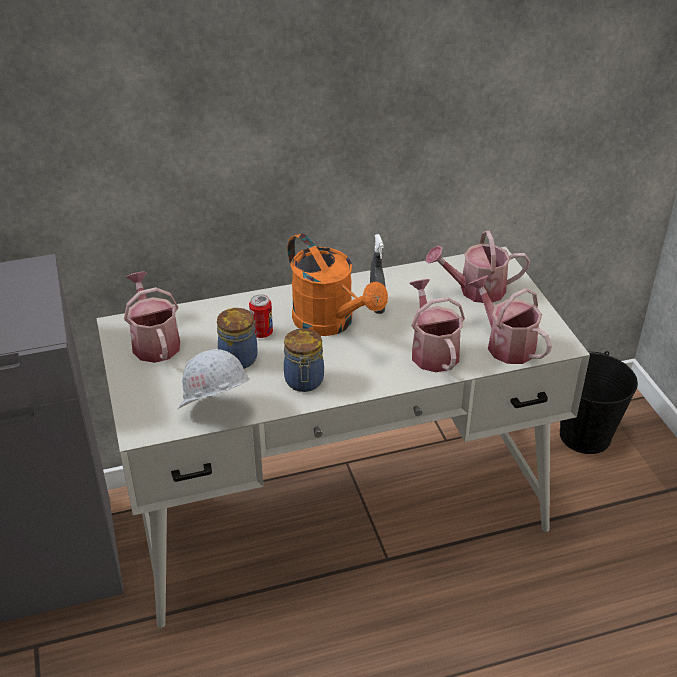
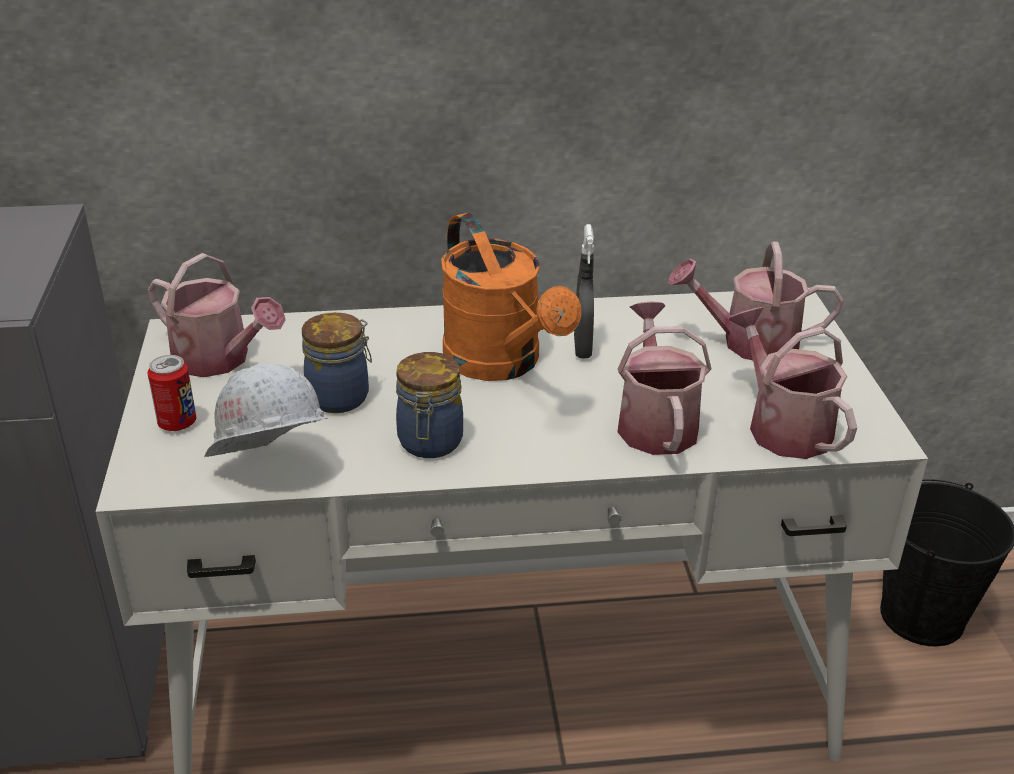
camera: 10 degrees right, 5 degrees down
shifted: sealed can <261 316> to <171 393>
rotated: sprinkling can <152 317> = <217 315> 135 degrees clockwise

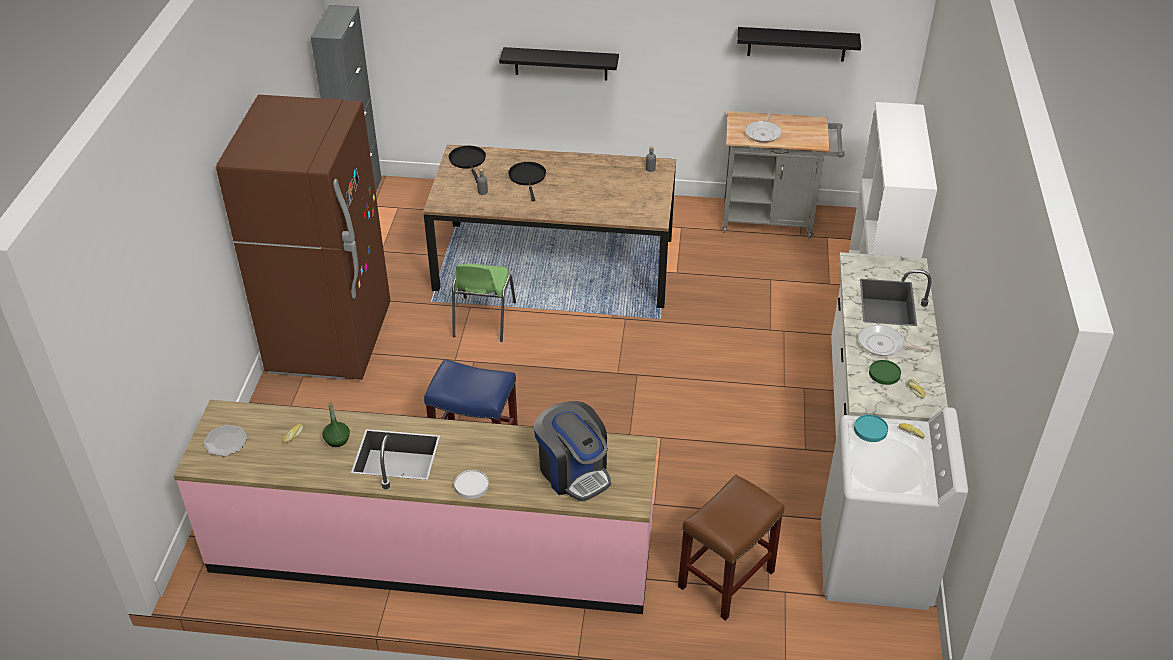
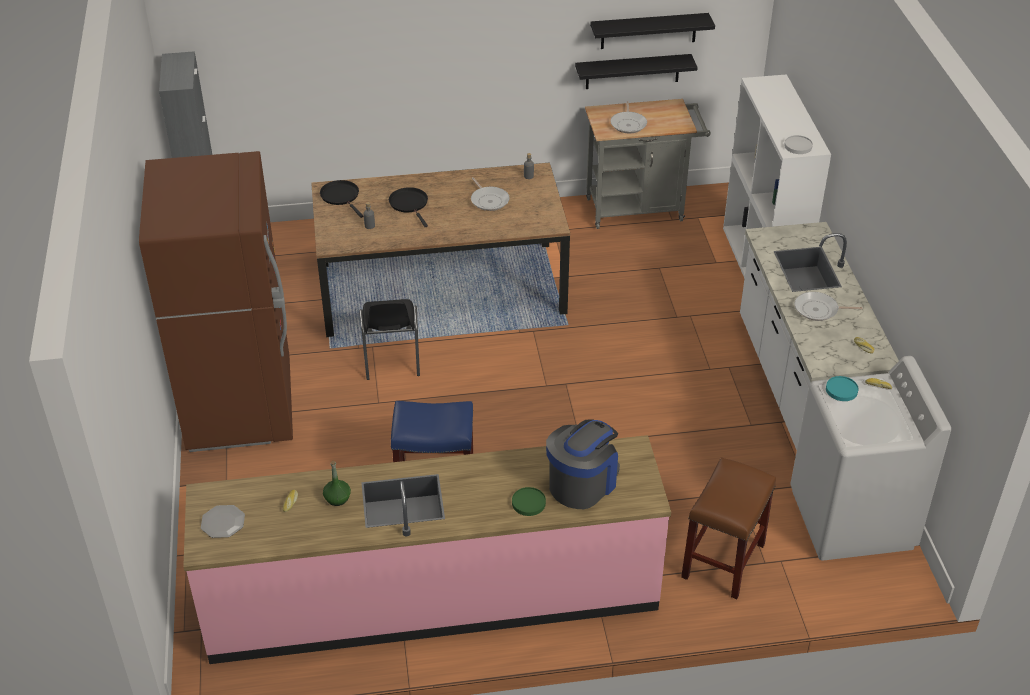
camera: 15 degrees left, 0 degrees up
new: frying pan <490 194>
shifted: flat dish in whitish <471 484> to <798 144>; shelf in black-coloured <559 63> to <636 71>; flat dish in green <885 372> to <529 501>
repainted: chair in green <484 303> to chair in black-coloured <390 339>
rotated: coffee maker <572 451> = <583 464> 90 degrees counterclockwise

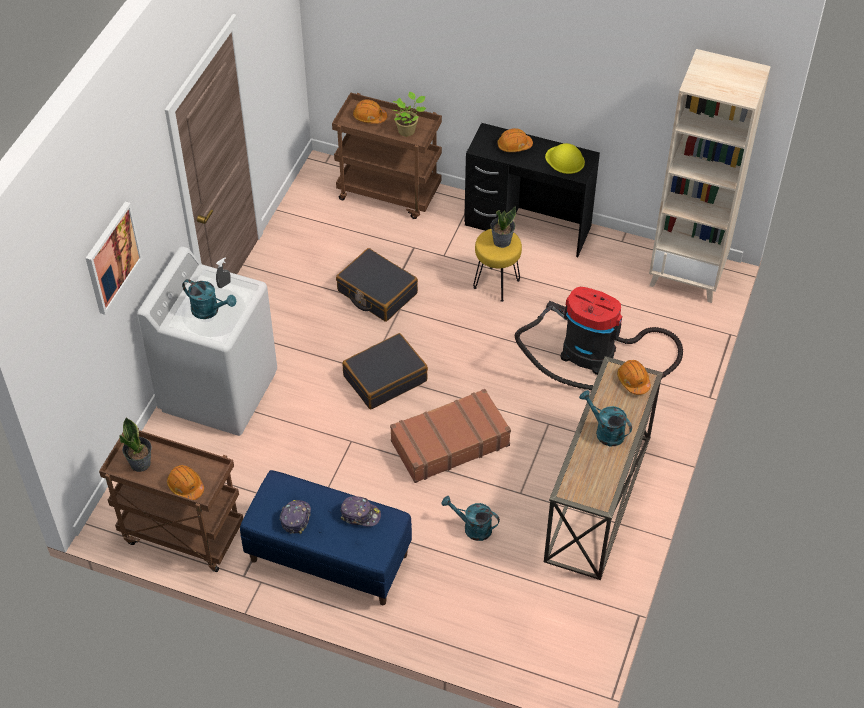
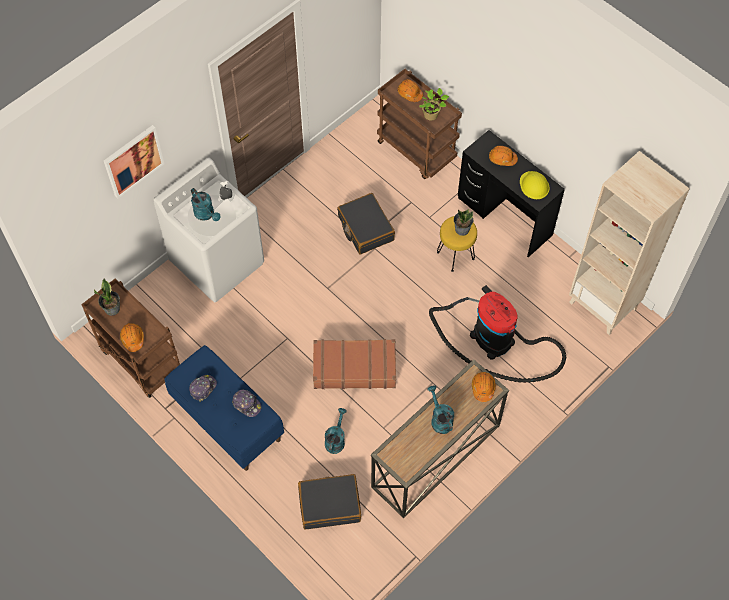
camera: 25 degrees right, 10 degrees up
shifted: piece of luggage in black-coloured <385 371> to <329 502>
rotated: sprinkling can in blue-green <470 518> = <336 431> 60 degrees clockwise

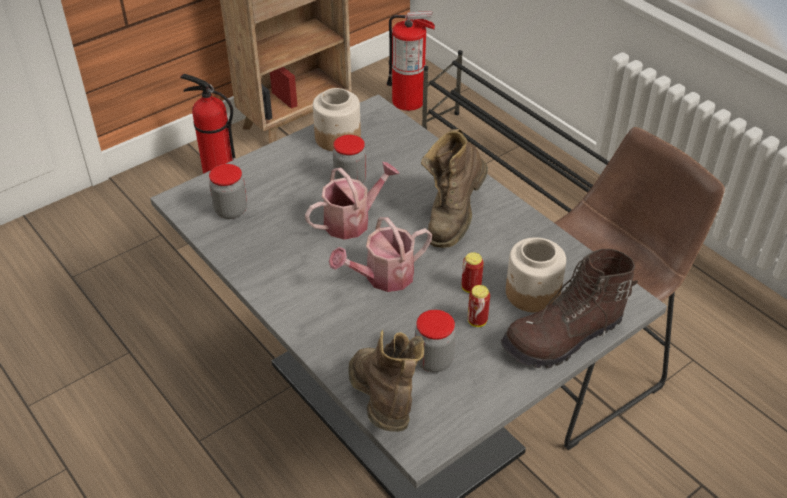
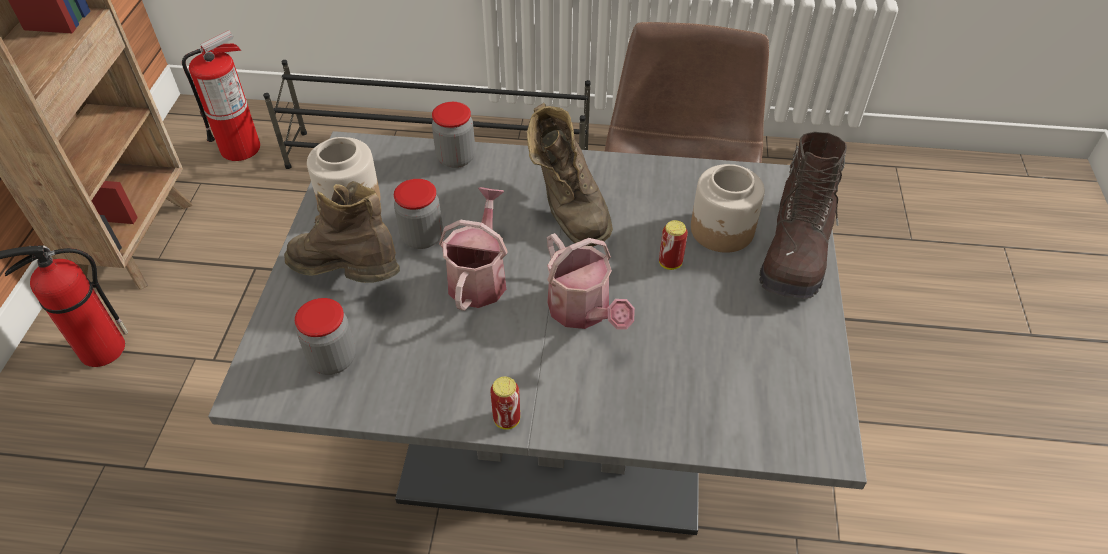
camera: 45 degrees left, 5 degrees up
shifted: boot in brown <386 381> to <342 232>; preserve jar <435 341> to <453 135>; sealed can <479 306> to <505 403>
rotated: sprinkling can <380 254> = <591 281> 45 degrees counterclockwise

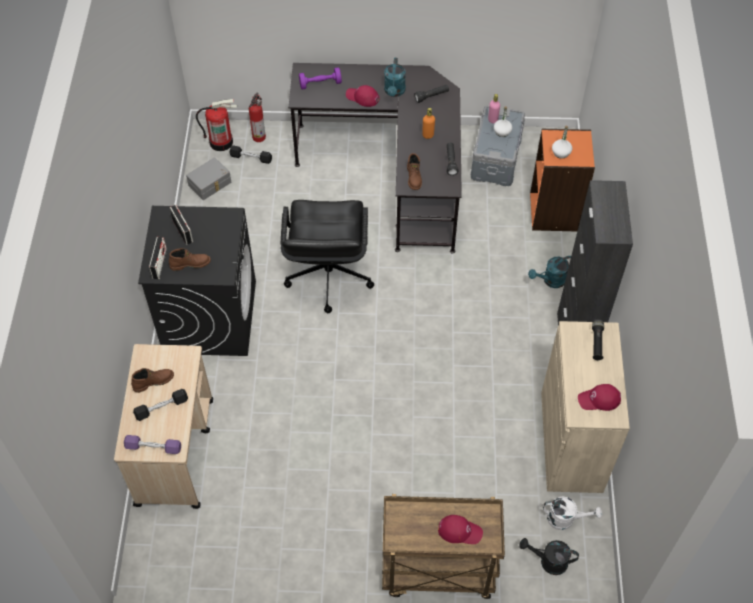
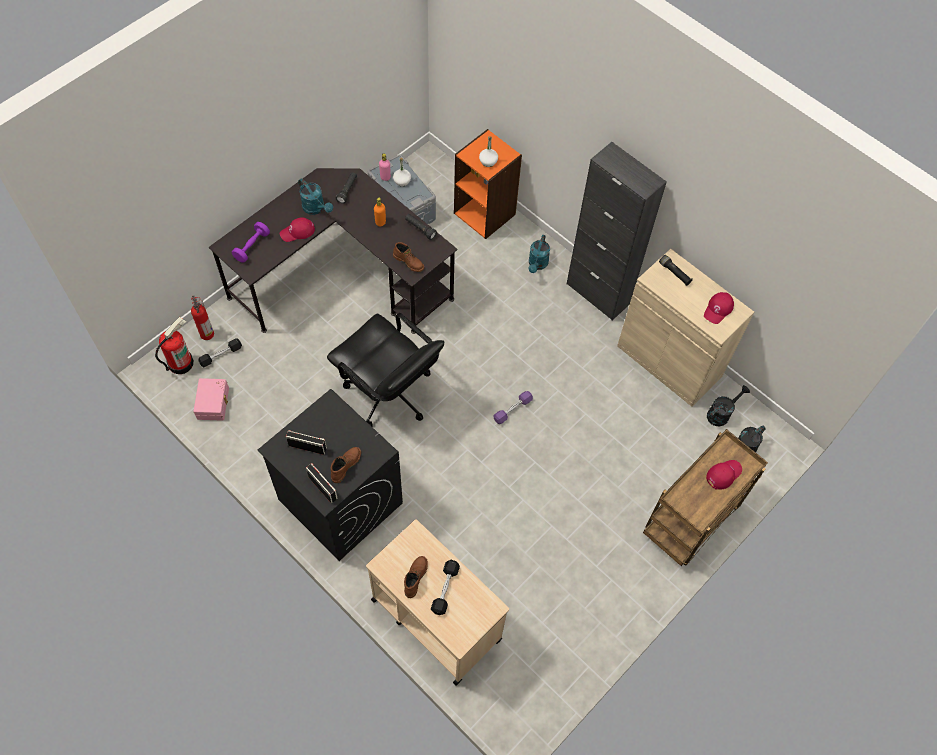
camera: 50 degrees left, 5 degrees up
shifted: free weight in purplish <152 444> to <513 407>
repainted: storage bin in gray <208 178> to storage bin in pink-coloured <211 399>; sprinkling can in whitish <572 513> to sprinkling can in black-coloured <728 406>

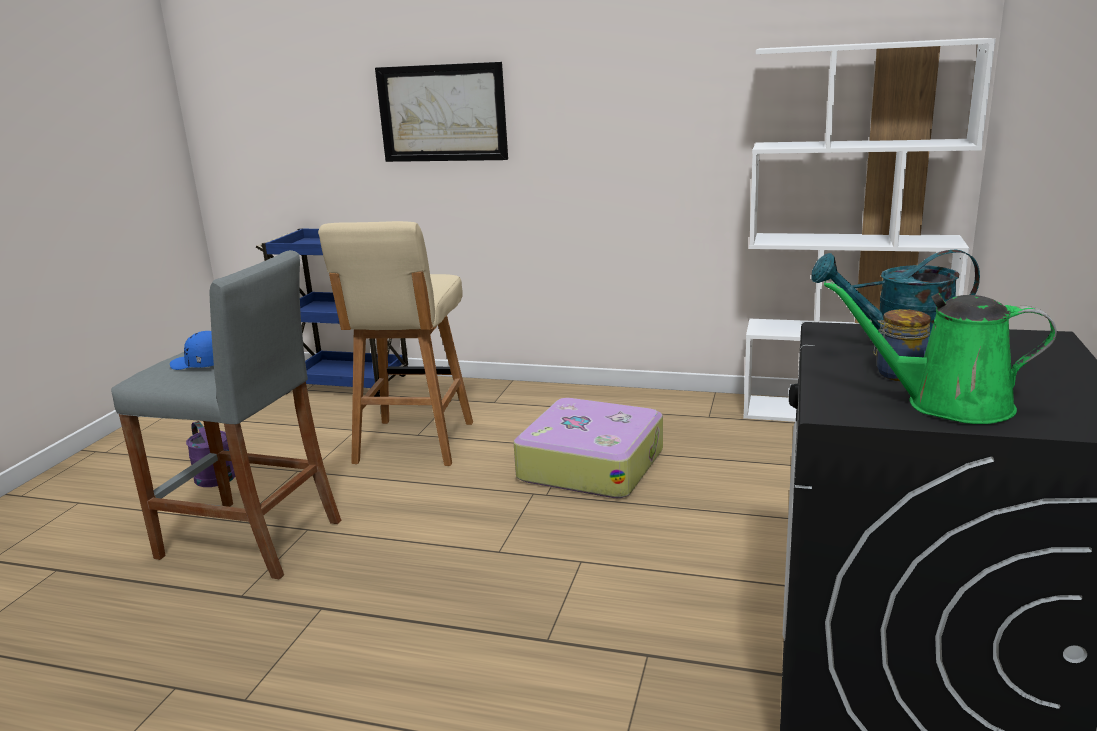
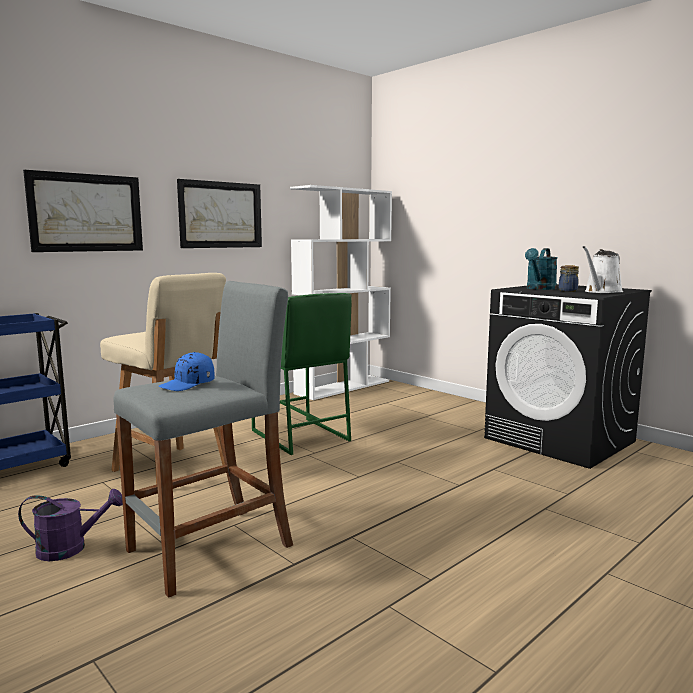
camera: 60 degrees left, 10 degrees down
new: wall art <219 213>
swapped: piece of luggage <588 448> to stool in green <302 374>
repainted: sprinkling can in green <940 352> to sprinkling can in whitish <602 269>

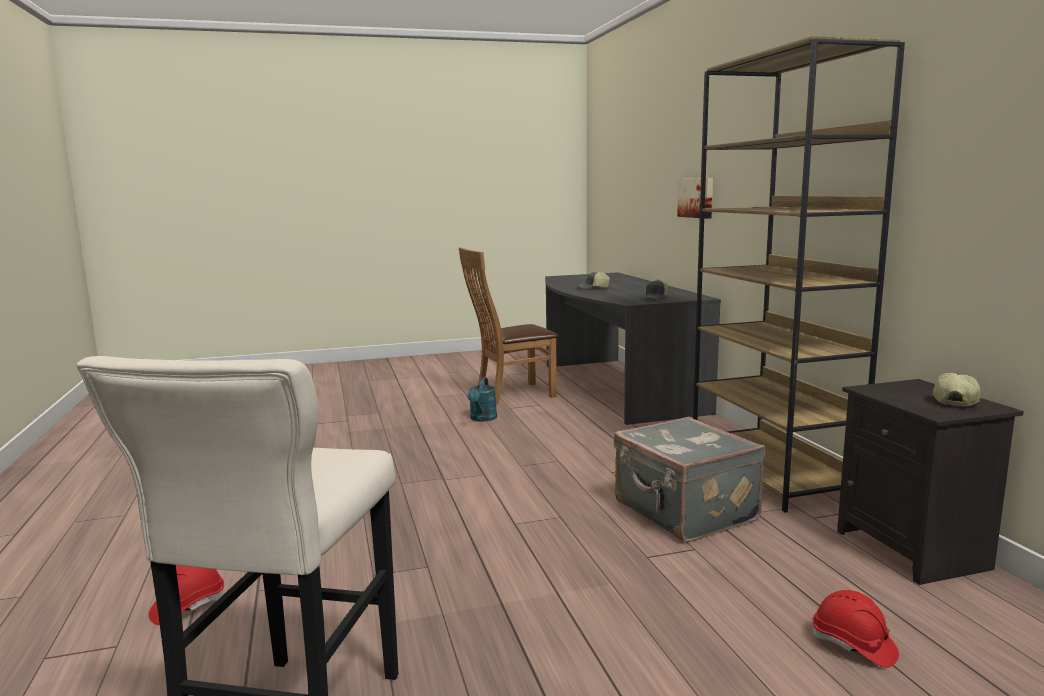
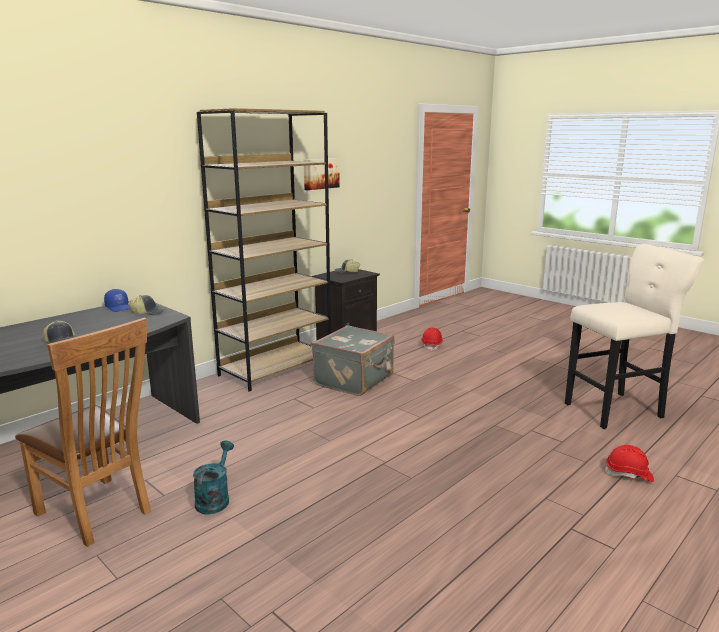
camera: 120 degrees left, 5 degrees up
new: cap in blue-coloured <117 300>
shifted: wall art <695 198> to <322 174>
rotated: sprinkling can in blue-green <482 399> = <213 478> 60 degrees counterclockwise

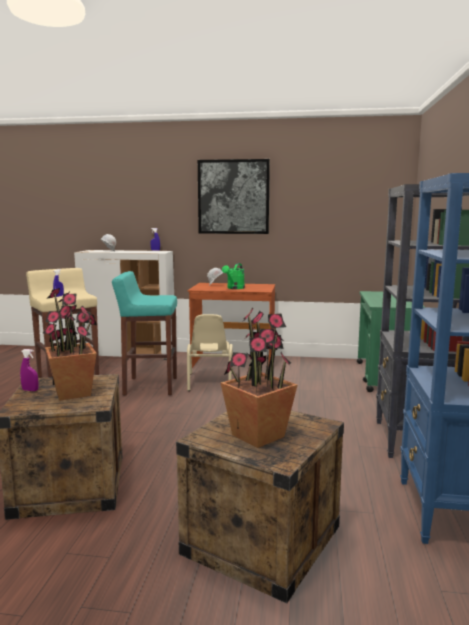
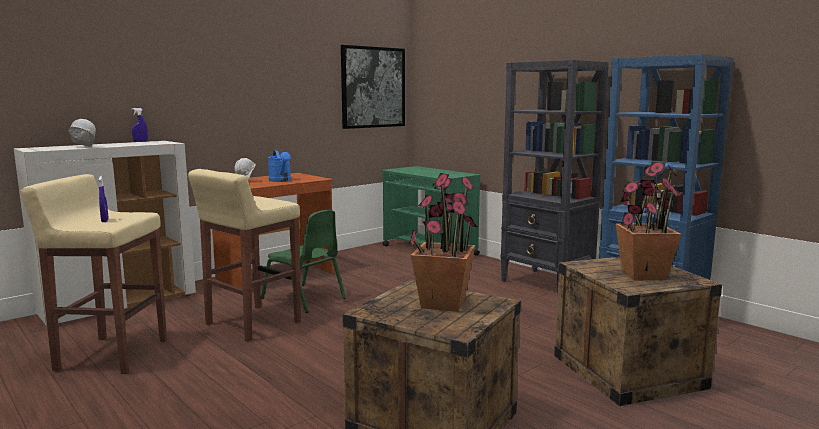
camera: 50 degrees left, 0 degrees up
gone: spray bottle in purplish <29 370>
shifted: wall art <234 196> to <373 87>
repainted: stool in blue-green <144 333> to stool in sand-coloured <244 255>; chair in sand-coloured <210 352> to chair in green <303 261>; sprinkling can in green <233 276> to sprinkling can in blue-coloured <279 165>

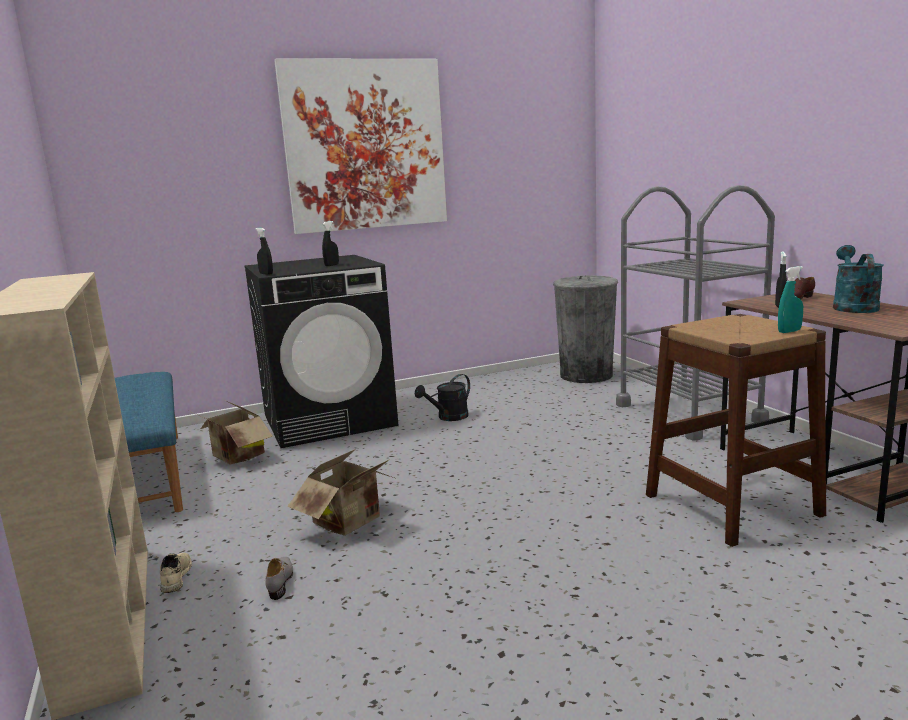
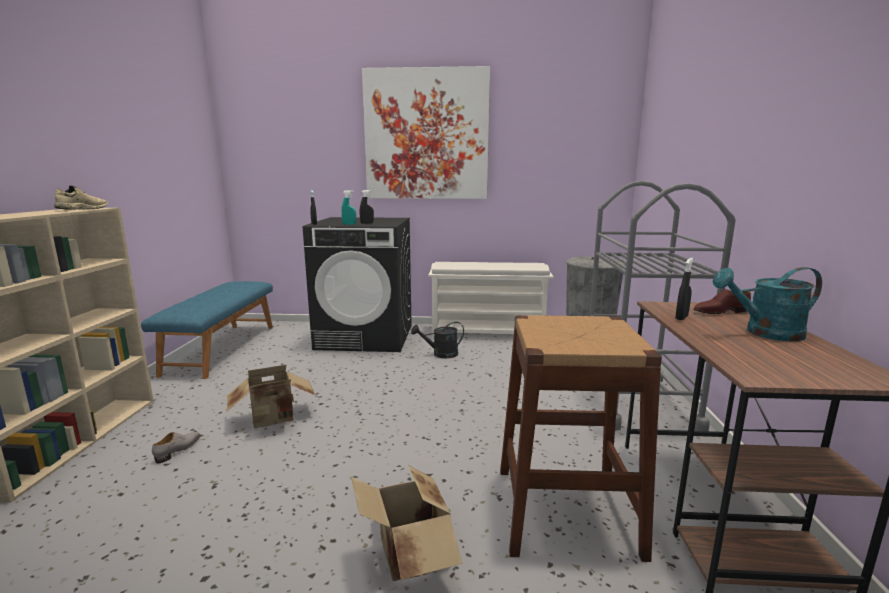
camera: 25 degrees right, 0 degrees up
new: shoe stand in whitish <491 300>
shifted: shoe in sand-coloured <176 573> to <81 197>; packing box <233 433> to <407 523>; spray bottle in blue-green <790 299> to <348 207>
rotated: sprinkling can in blue-green <858 279> = <767 304> 135 degrees counterclockwise

